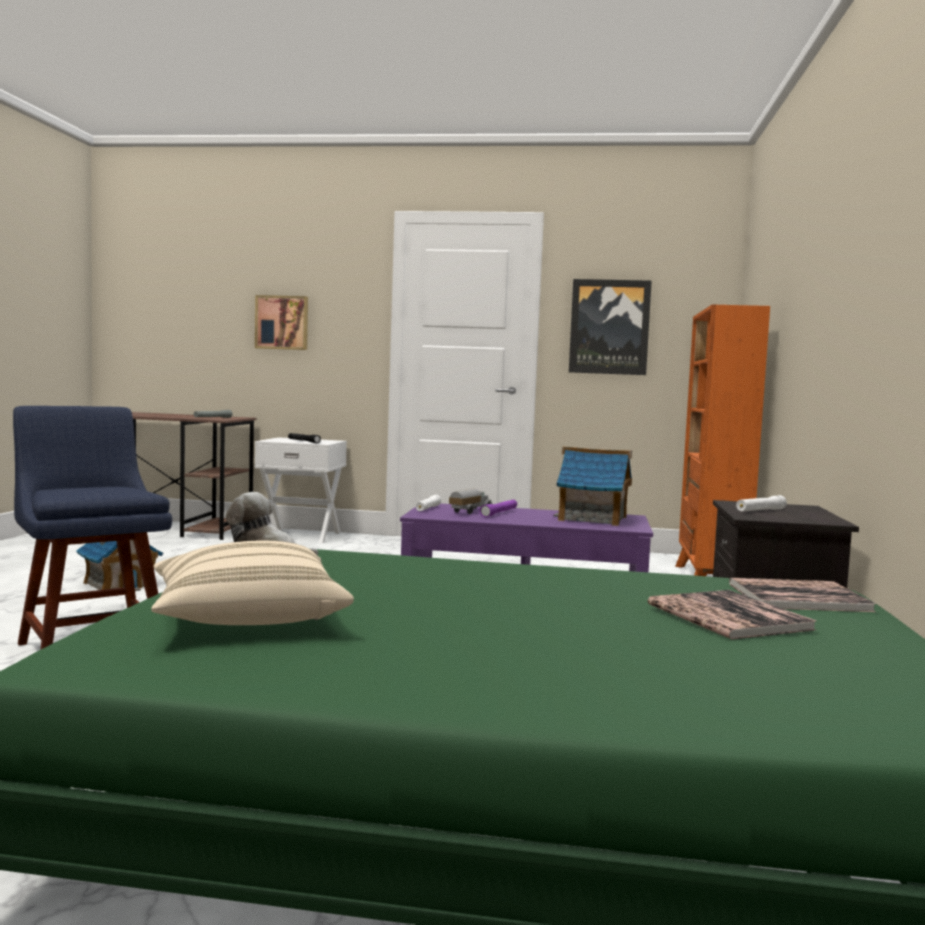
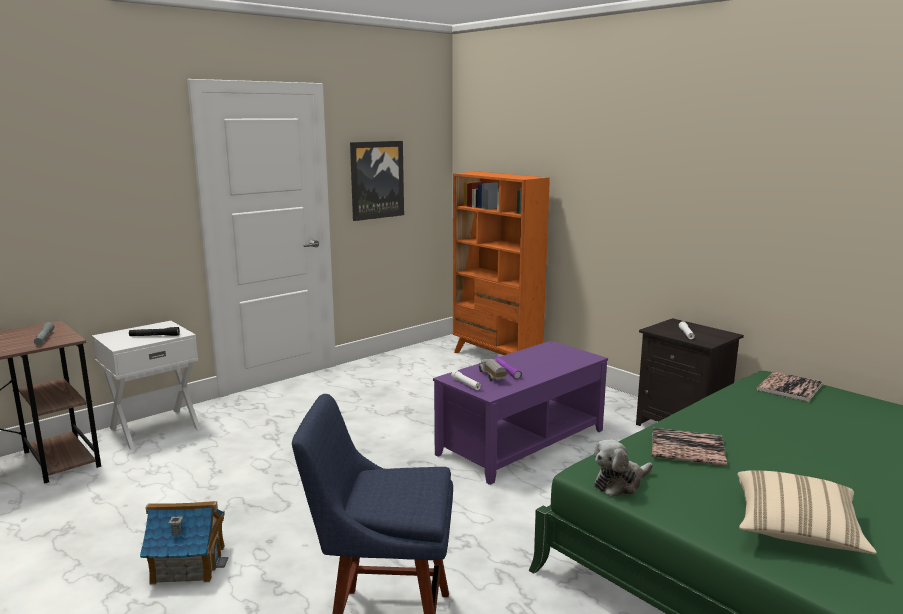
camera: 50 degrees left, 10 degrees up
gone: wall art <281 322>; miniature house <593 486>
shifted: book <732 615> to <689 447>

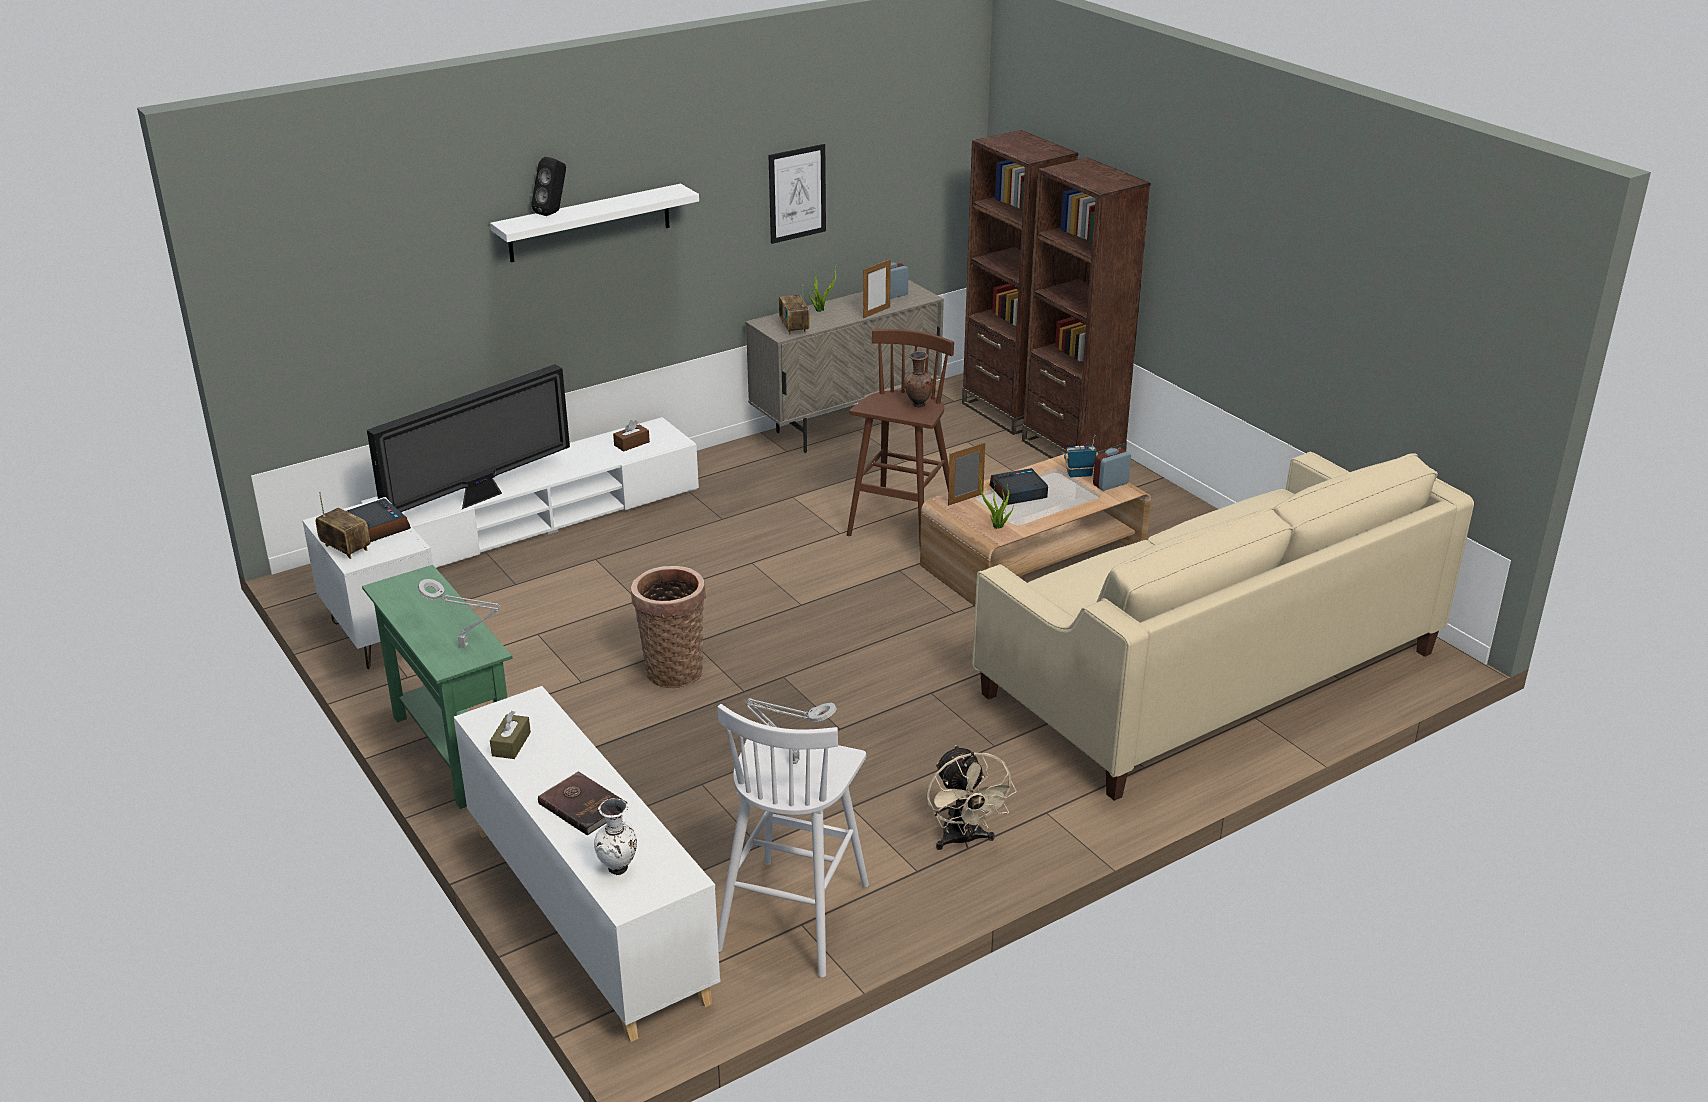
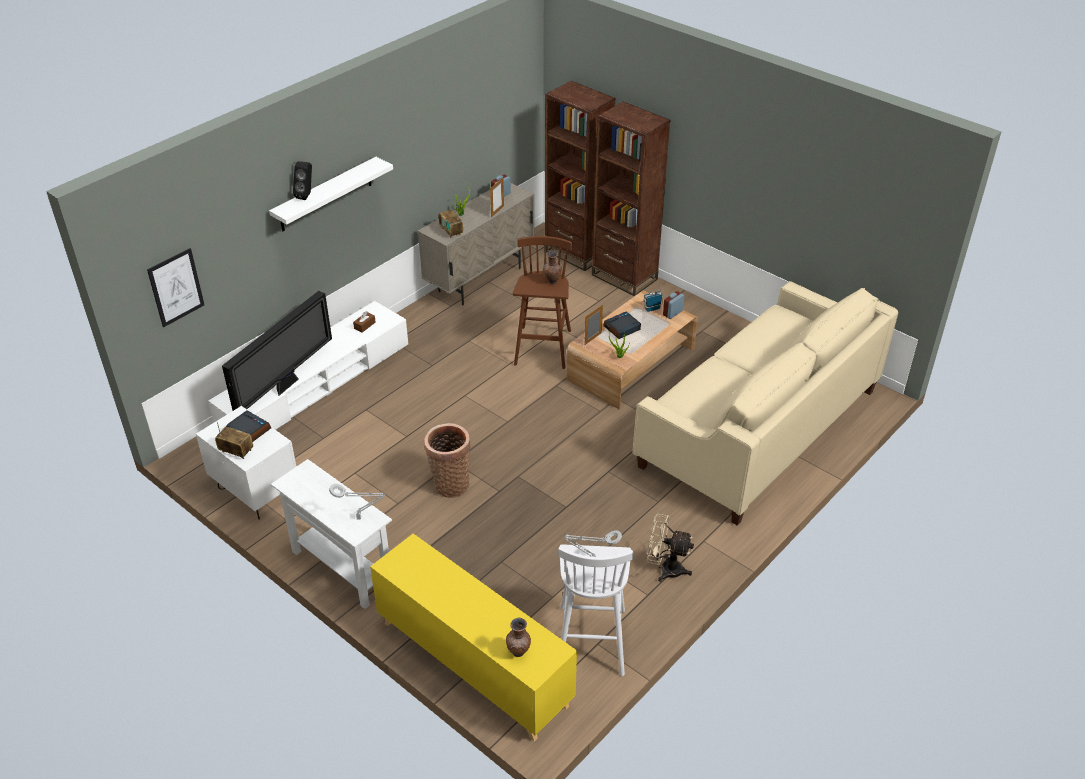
camera: 15 degrees left, 10 degrees up
gone: tissue box in brown <510 735>; book in brown <583 803>
shifted: wall art <797 194> to <175 287>
repainted: hall table in green <437 687> to hall table in whitish <331 534>; storage cabinet in whitish <587 864> to storage cabinet in yellow-coloured <473 637>; vase in whitish <615 836> to vase in brown <518 637>
rotated: electric fan in sand-coloured <972 797> = <670 548> 135 degrees clockwise

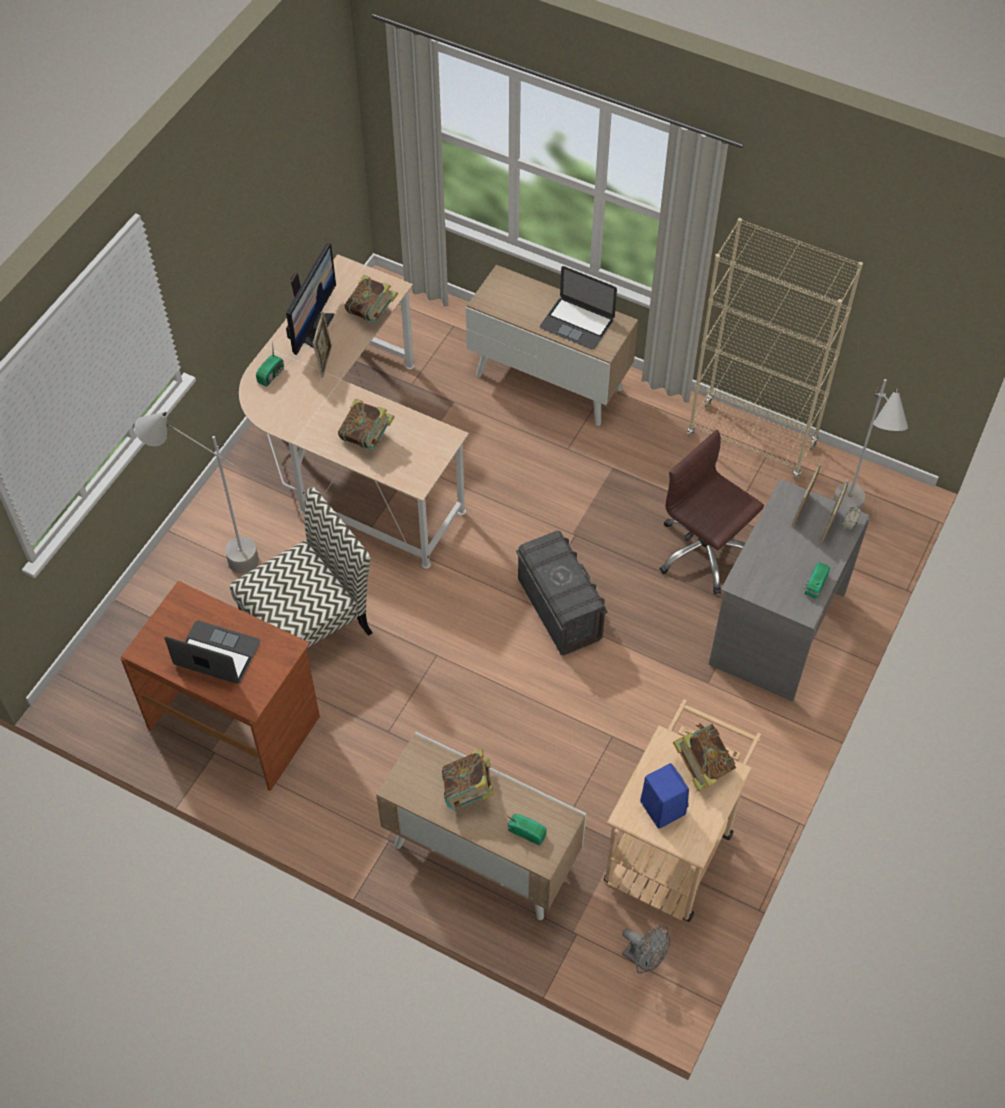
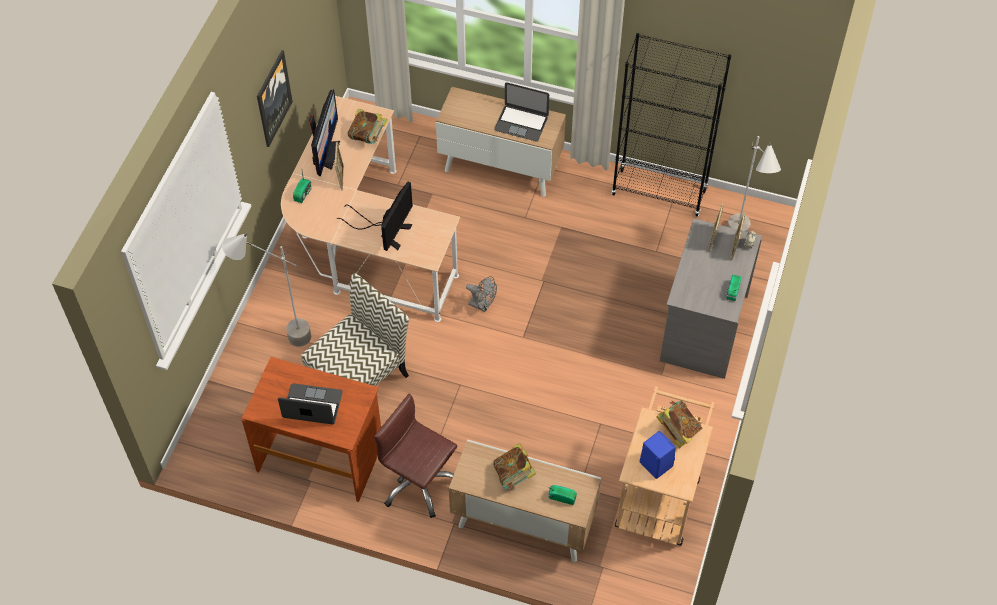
camera: 10 degrees left, 0 degrees up
gone: storage bin in gray <562 592>
new: wall art <275 98>
shifted: electric fan in gray <646 949> to <481 294>; office chair in brown <712 512> to <415 455>
swapped: book <366 423> to computer display <375 216>
repainted: bookcase in sand-coloured <775 348> to bookcase in black-coloured <671 124>

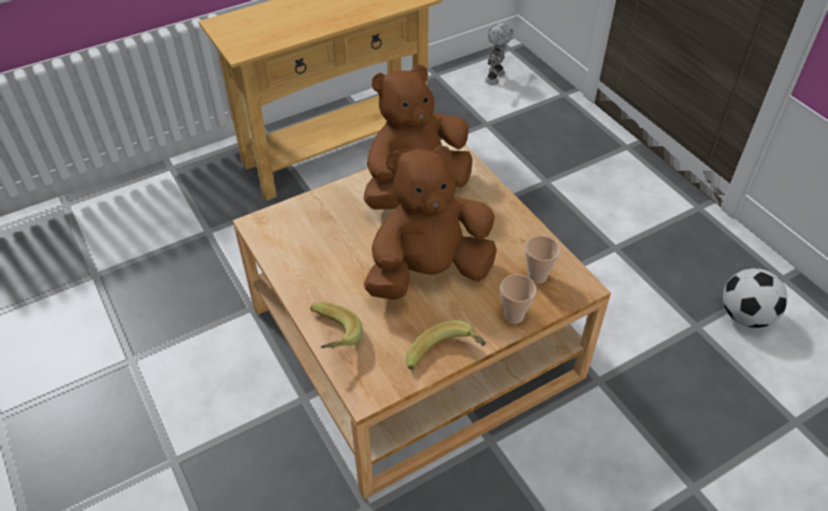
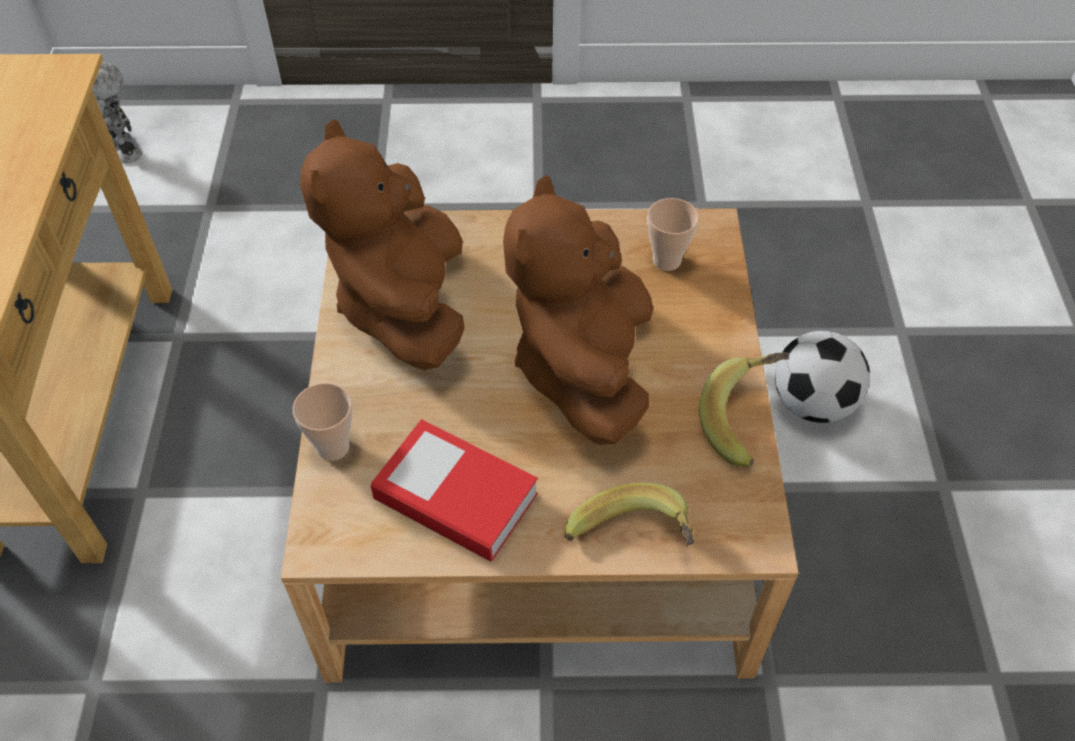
camera: 60 degrees left, 5 degrees up
new: book <454 490>
shifted: small cup <518 299> to <322 422>; football <755 298> to <822 377>

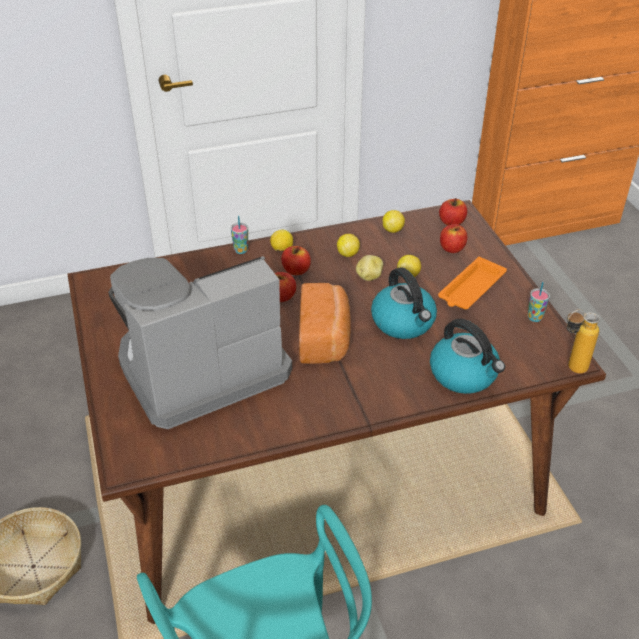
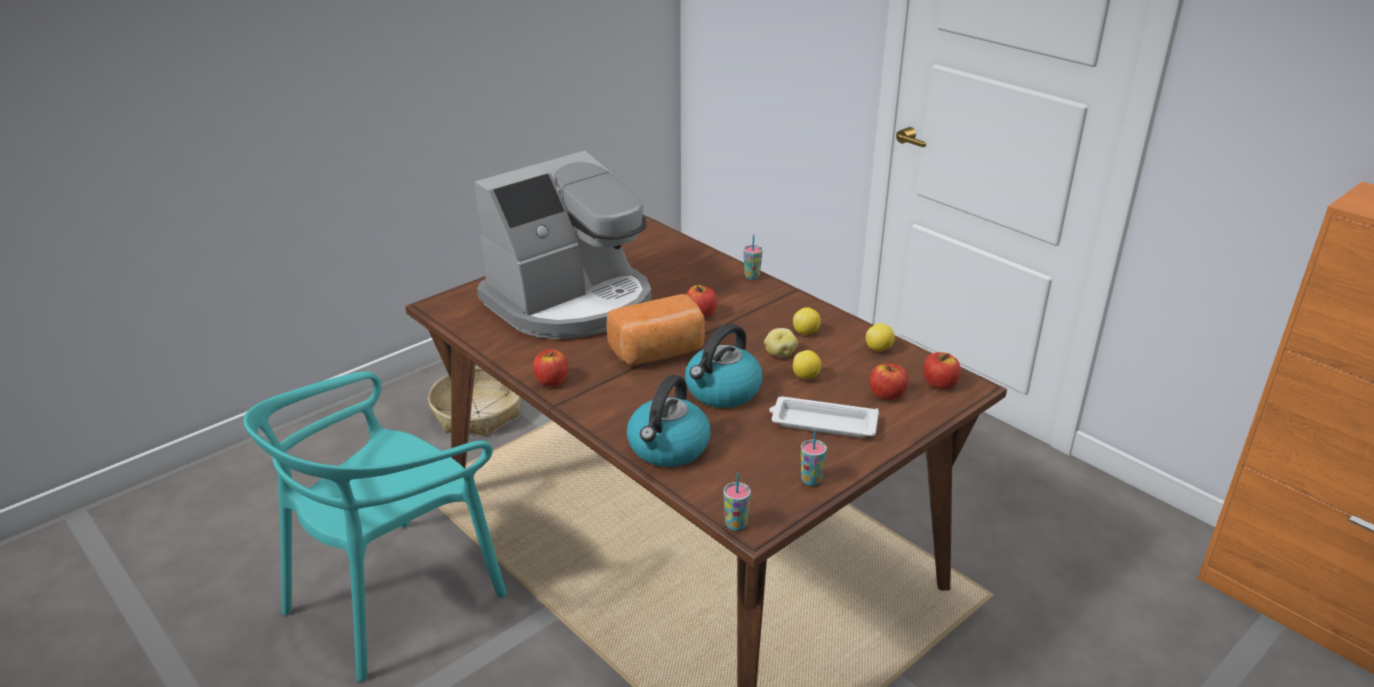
camera: 65 degrees right, 10 degrees down
gone: lemon <281 240>
shifted: apple fruit <296 260> to <550 368>
swapped: bottle <583 342> to small cup <737 502>
repainted: tray in orange <472 283> to tray in whitish <824 417>
rotated: coffee maker <200 342> = <562 245> 105 degrees clockwise

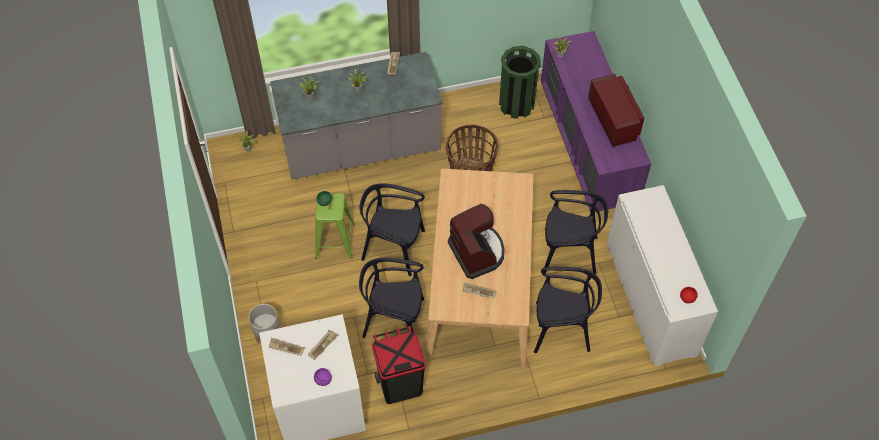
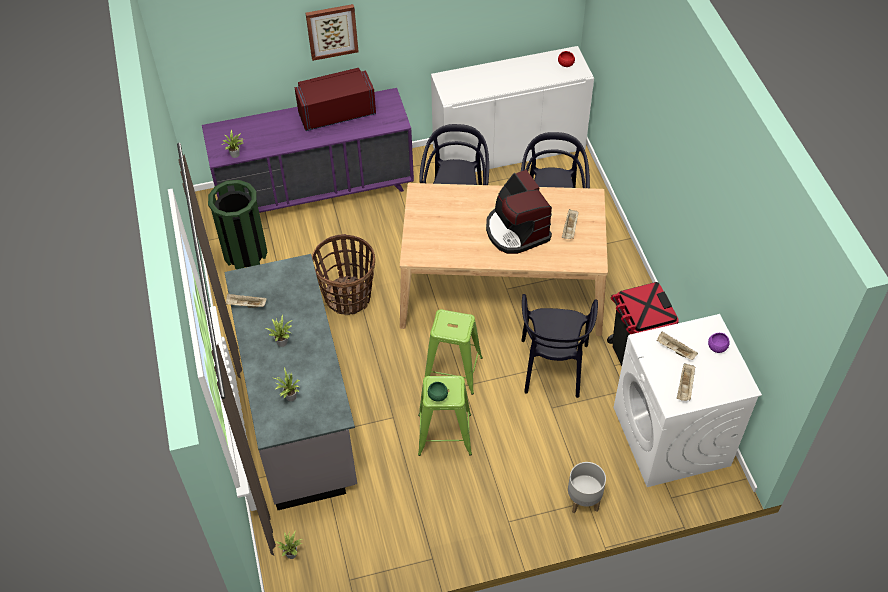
camera: 90 degrees left, 5 degrees down
new: wall art <332 32>
swapped: chair in black-coloured <392 229> to stool in green <454 352>
rotated: coffee maker <476 241> = <519 212> 90 degrees counterclockwise

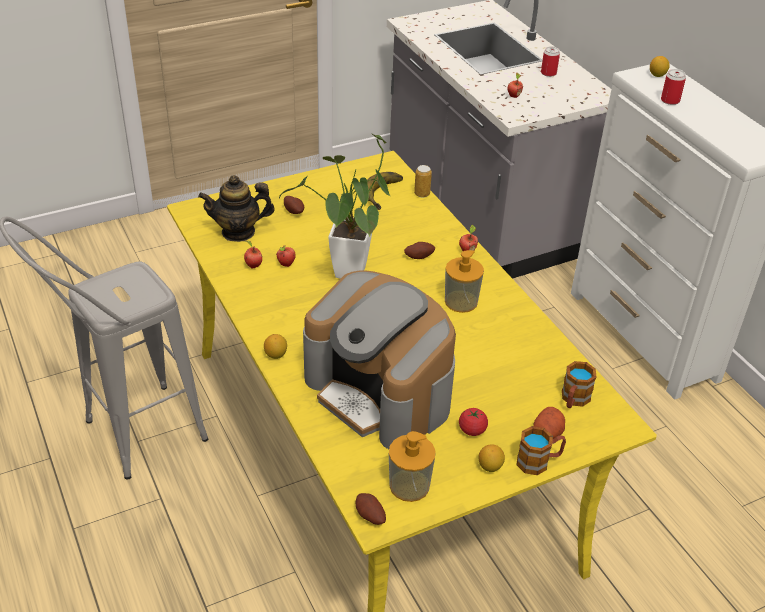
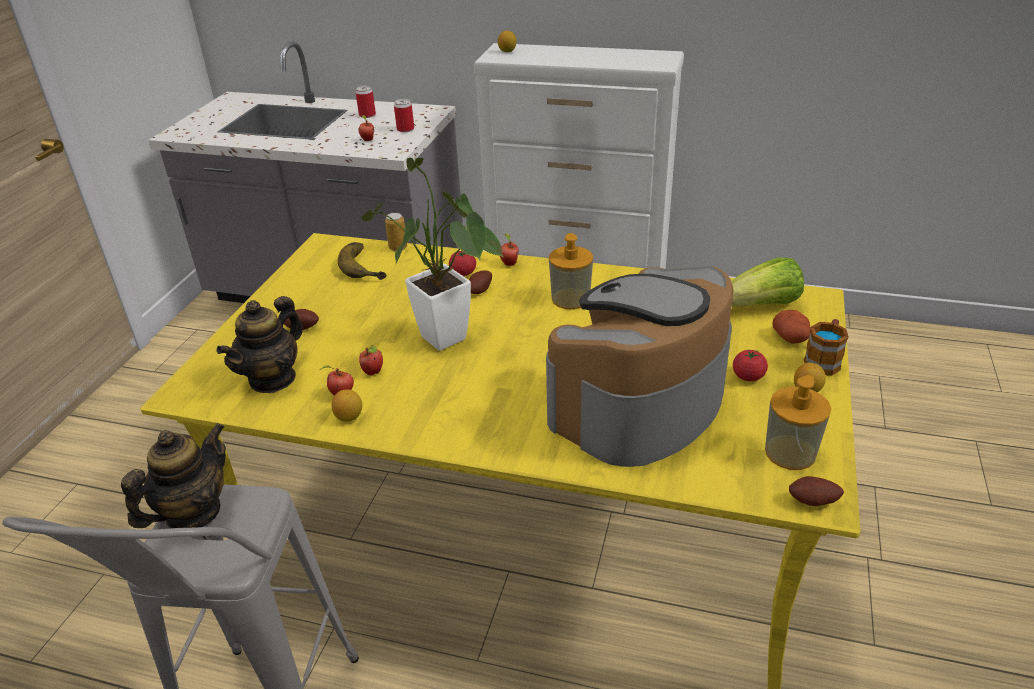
camera: 45 degrees left, 5 degrees down
new: teapot <173 475>; tomato <462 263>
shifted: lemon <275 346> to <346 405>; sealed can <673 87> to <404 115>
swapped: mug <579 384> to lettuce <767 281>
rotated: coffee maker <379 359> = <640 366> 135 degrees clockwise

